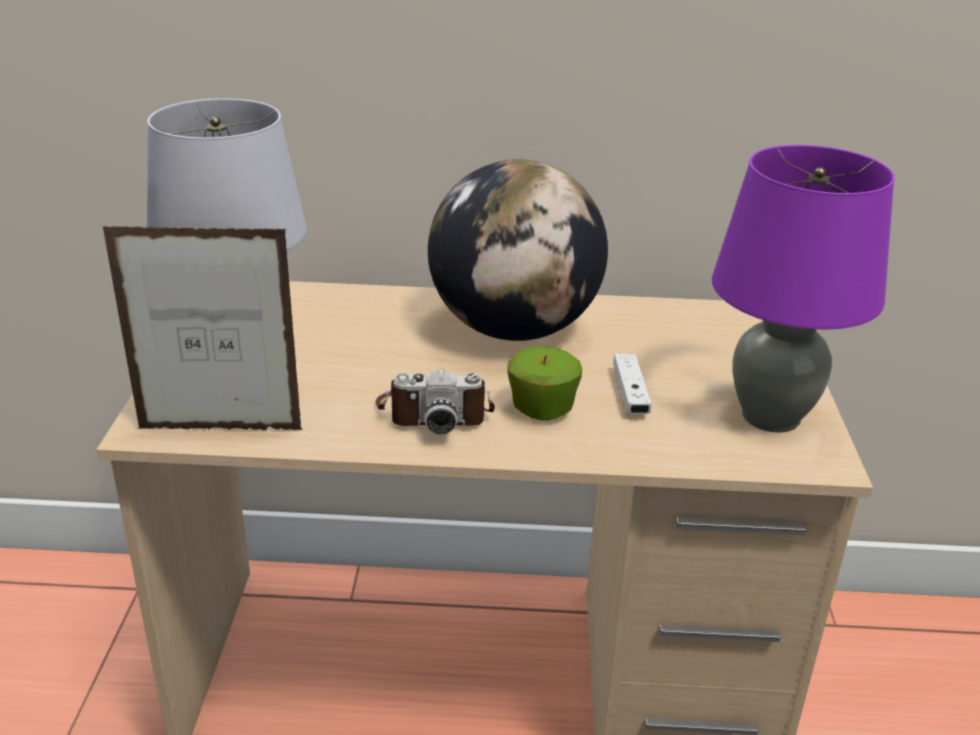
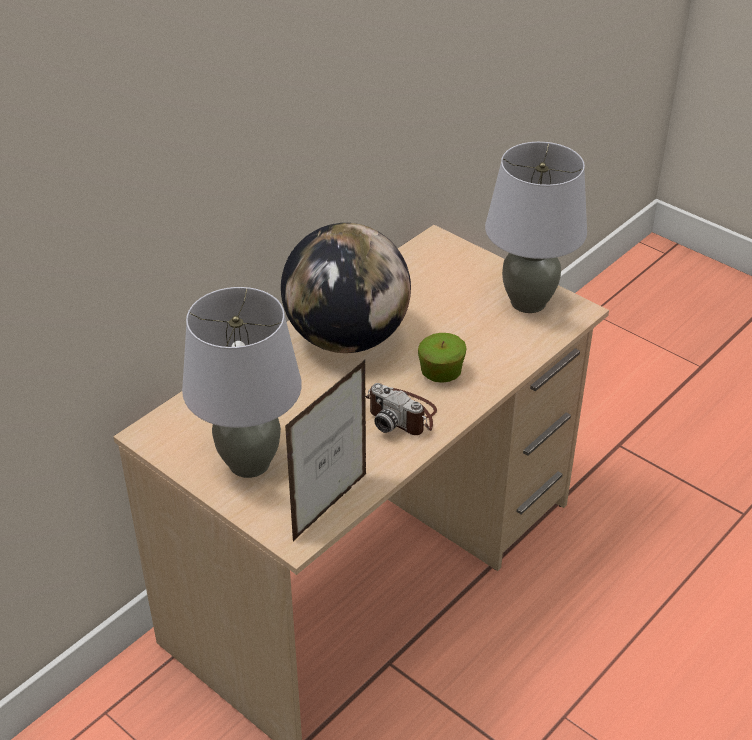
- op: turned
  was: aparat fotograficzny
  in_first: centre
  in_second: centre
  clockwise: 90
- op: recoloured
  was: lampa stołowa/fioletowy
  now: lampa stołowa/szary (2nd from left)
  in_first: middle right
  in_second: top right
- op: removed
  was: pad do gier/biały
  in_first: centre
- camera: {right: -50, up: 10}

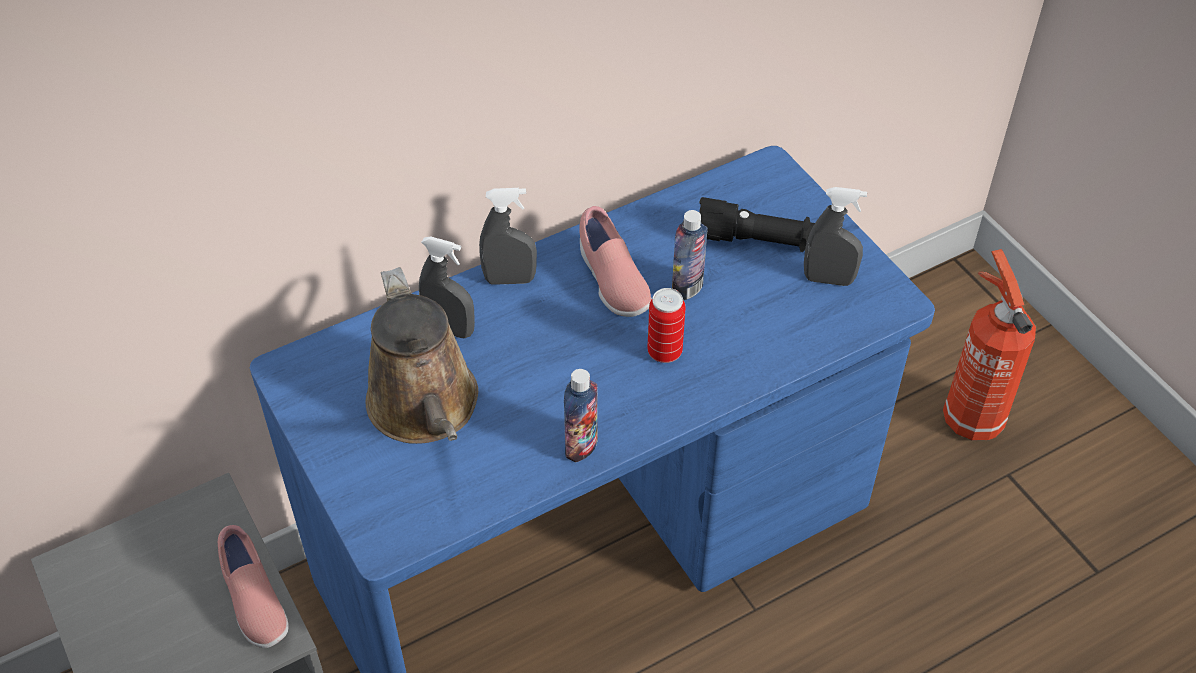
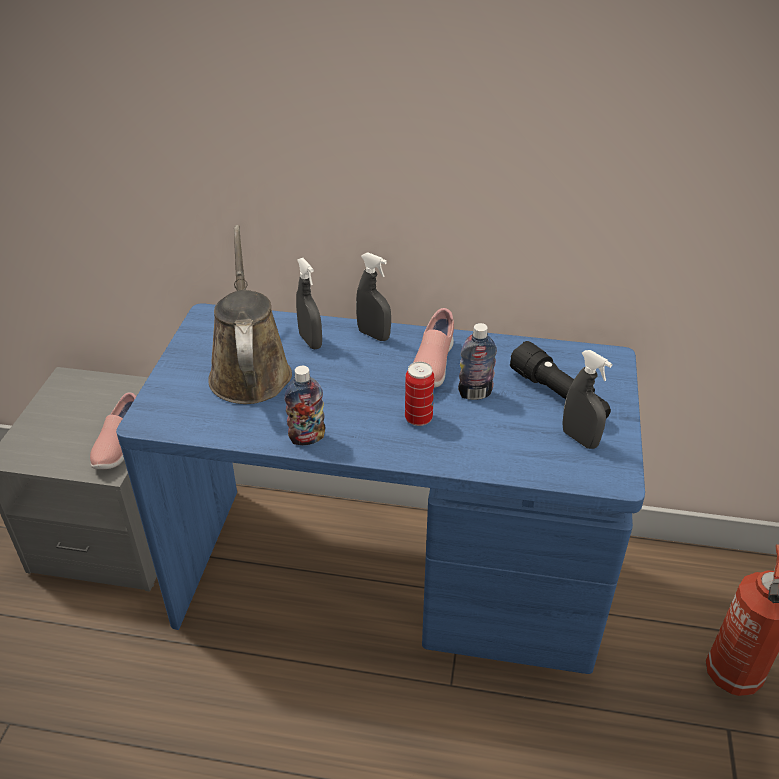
- op: turned
  was: konewka/brązowy
  in_first: centre
  in_second: middle left
  clockwise: 150
- camera: {right: 40, up: -10}

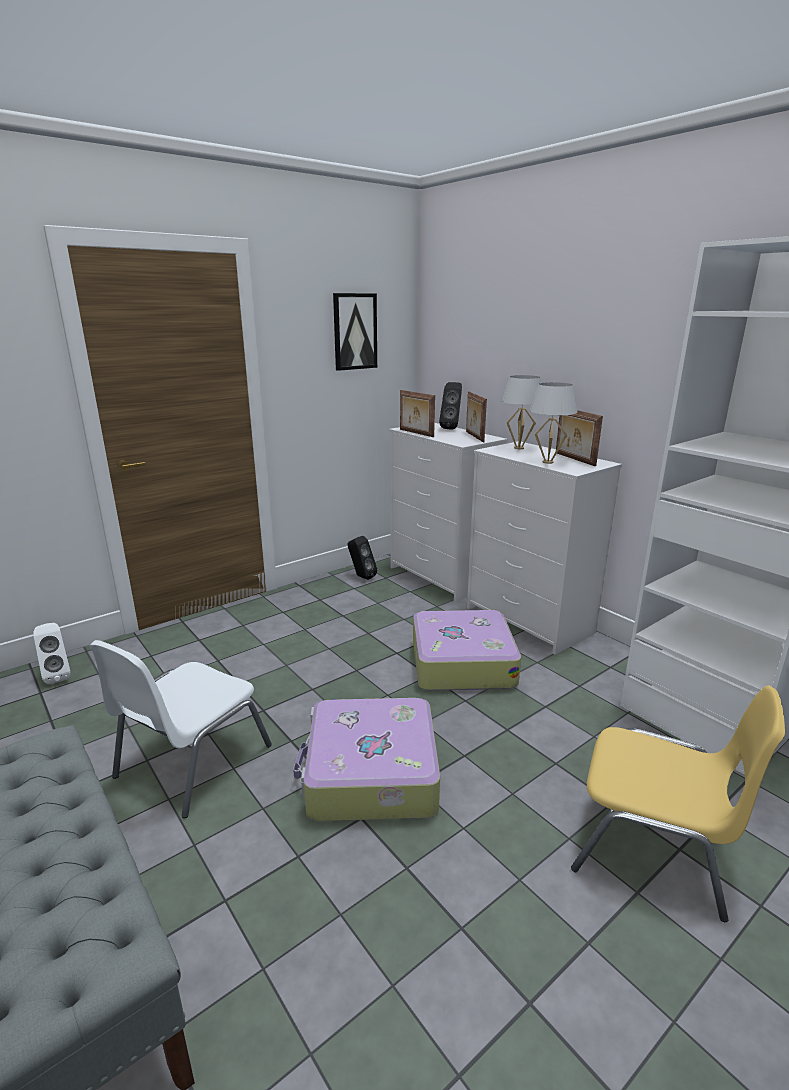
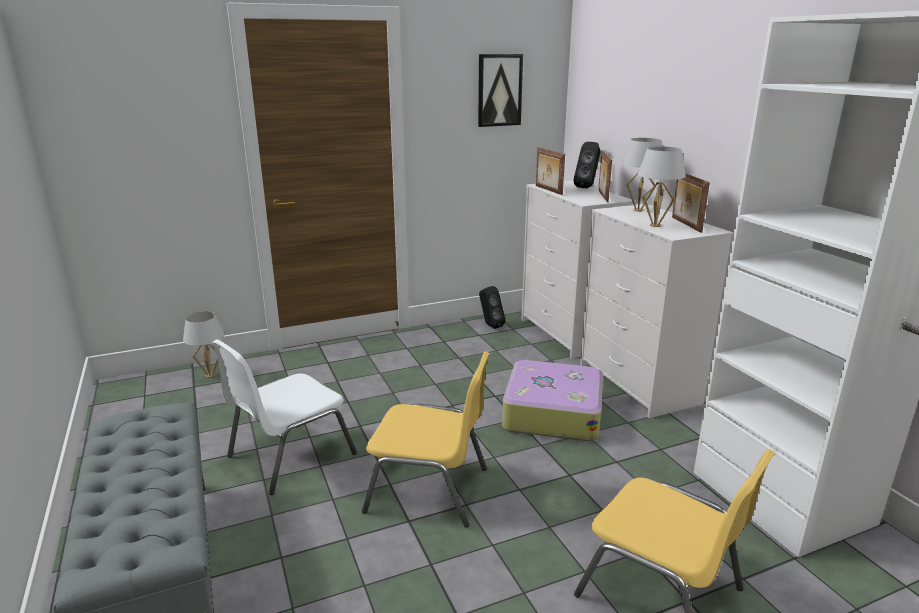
- op: replaced
  was: głośnik/biały
  now: lampa stołowa/biały (1st from left)
  in_first: middle left
  in_second: middle left
- op: replaced
  was: walizka (1st from left)
  now: krzesło/żółty (1st from left)
  in_first: bottom centre
  in_second: bottom centre
- camera: {right: 15, up: 0}

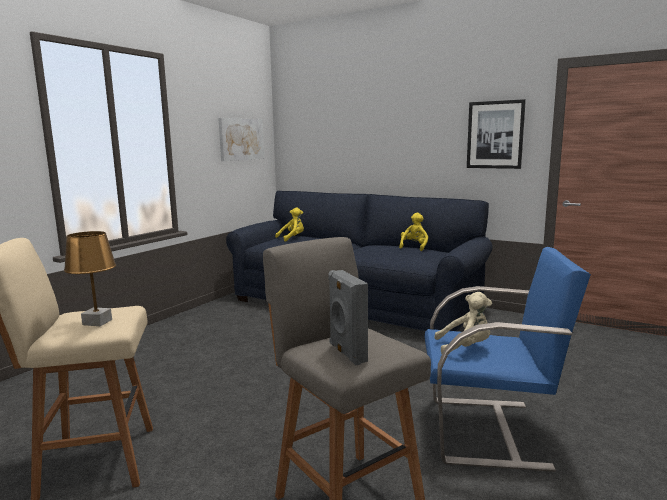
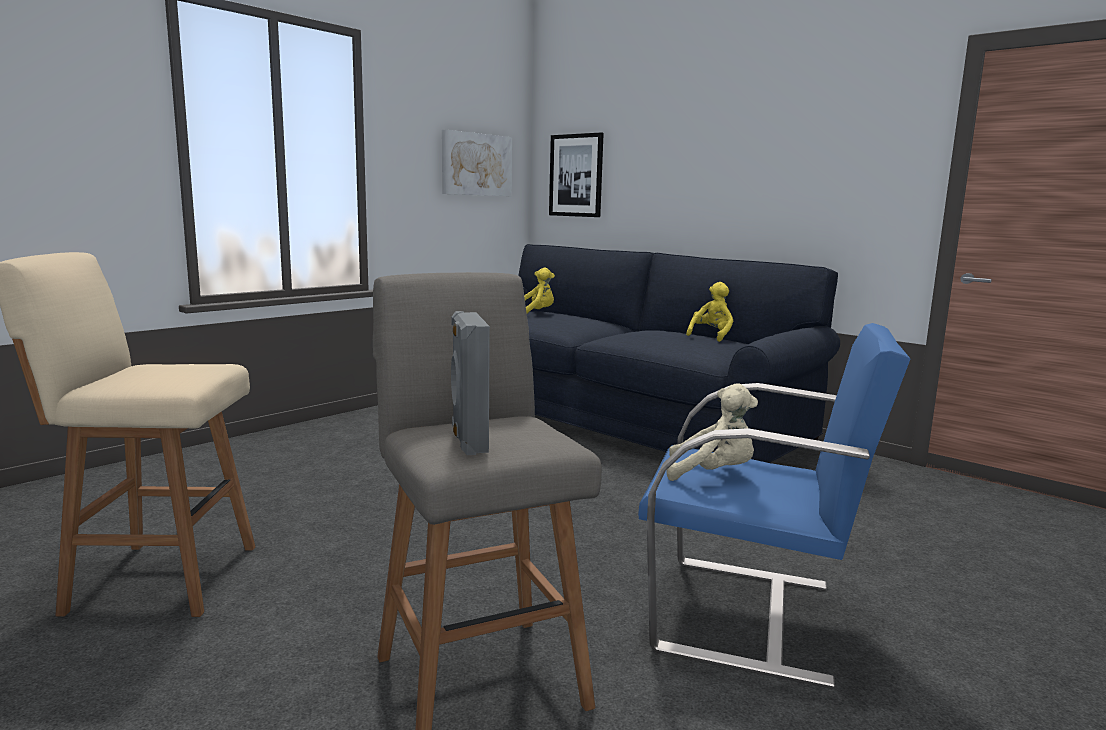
- op: moved
  was: obraz (2nd from left)
  in_first: top right
  in_second: top centre
- op: removed
  was: lampa stołowa/brązowy
  in_first: middle left
- camera: {right: 10, up: 0}

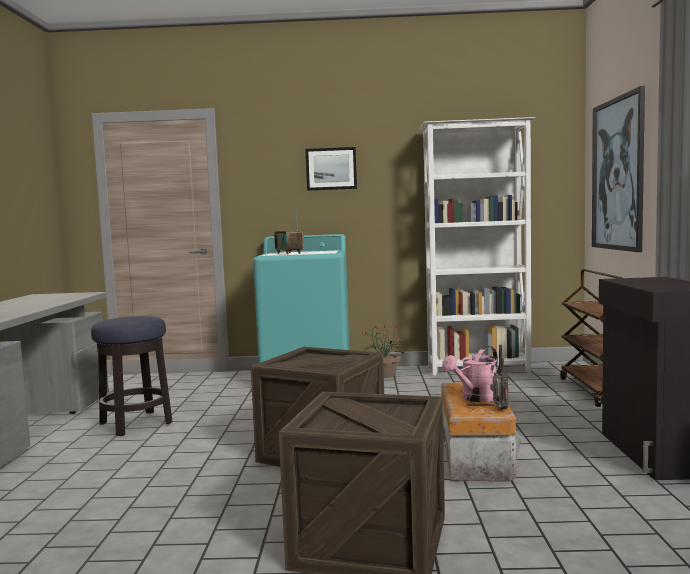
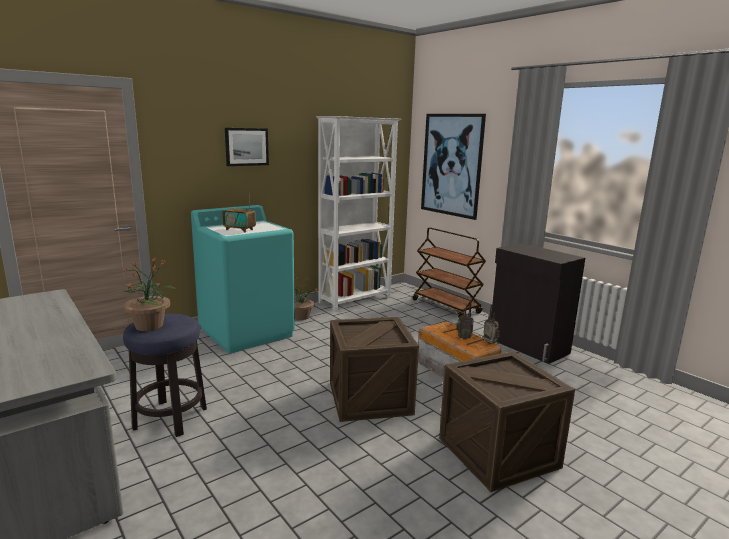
- op: added
  now: roślina doniczkowa (1st from left)
  in_second: middle left
- op: replaced
  was: konewka/różowy
  now: radio (2nd from left)
  in_first: middle right
  in_second: centre
- camera: {right: -40, up: 10}

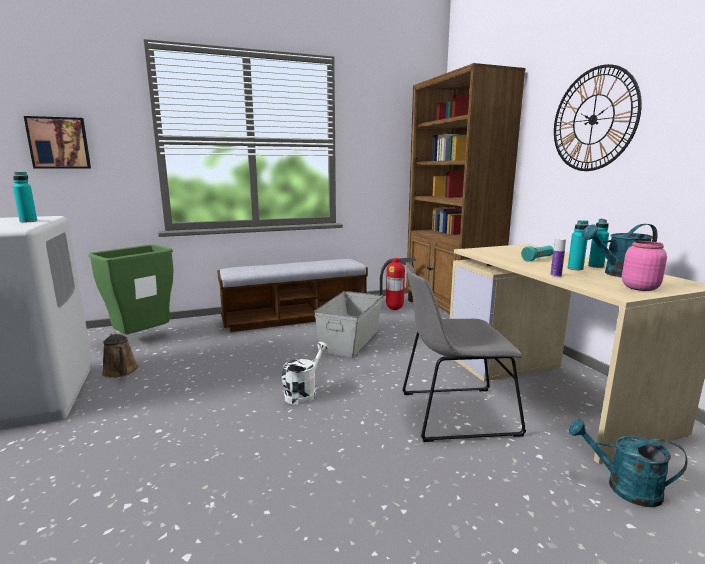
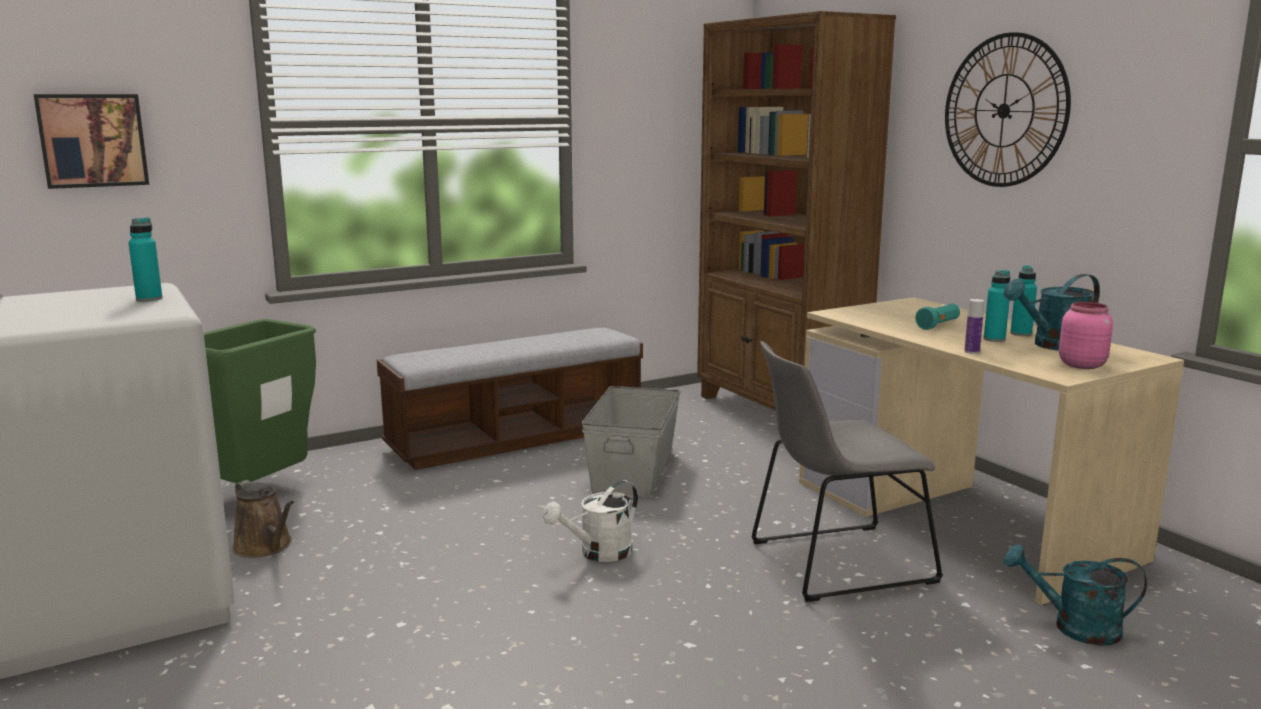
- op: turned
  was: konewka/biały
  in_first: centre
  in_second: bottom centre
  clockwise: -150
- op: removed
  was: gaśnica
  in_first: centre
- camera: {right: -10, up: 0}

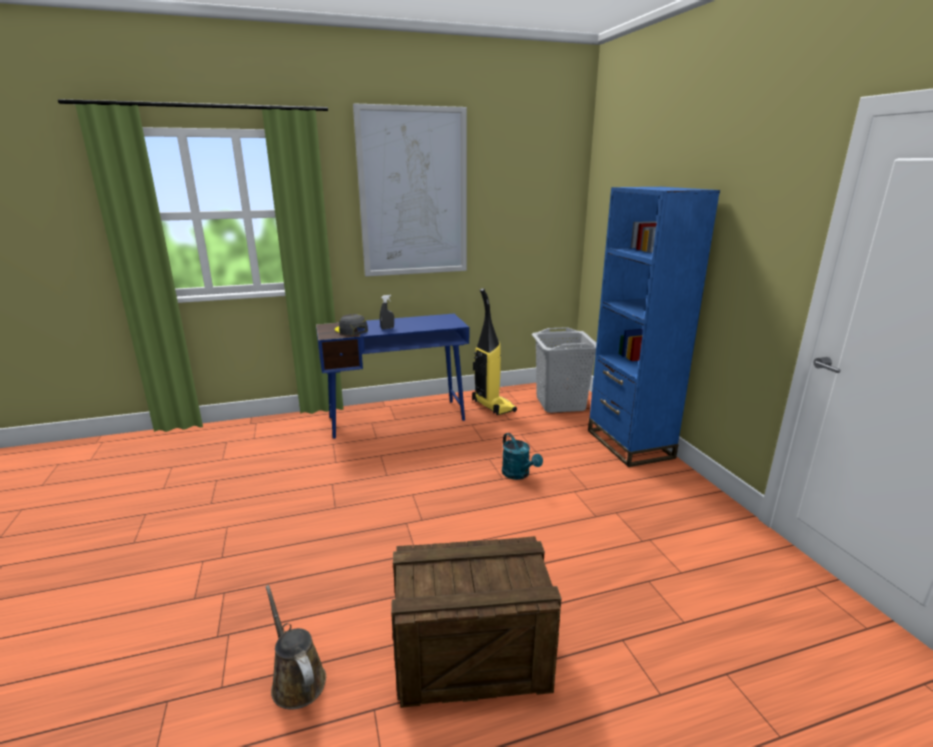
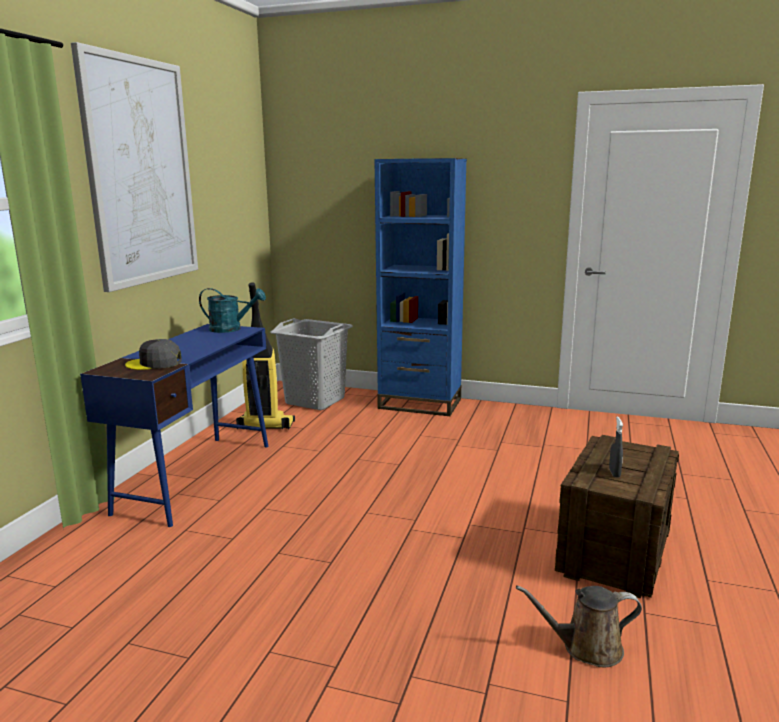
- op: moved
  was: konewka/turkusowy
  in_first: centre
  in_second: middle left
- op: moved
  was: spryskiwacz/szary
  in_first: centre
  in_second: middle right
- camera: {right: -55, up: -5}

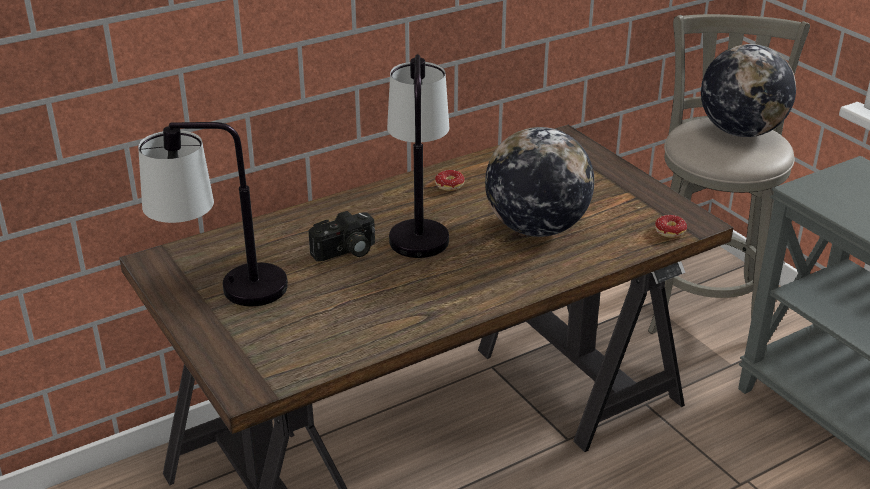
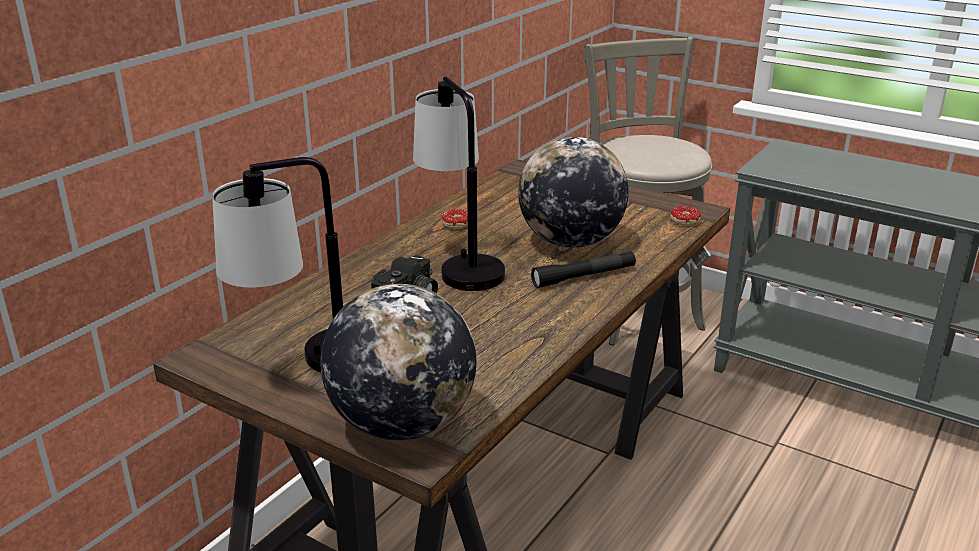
- op: moved
  was: globus (2nd from left in the first image)
  now: globus (1st from left)
  in_first: top right
  in_second: centre
- op: added
  now: latarka/czarny
  in_second: centre
- camera: {right: -25, up: -5}

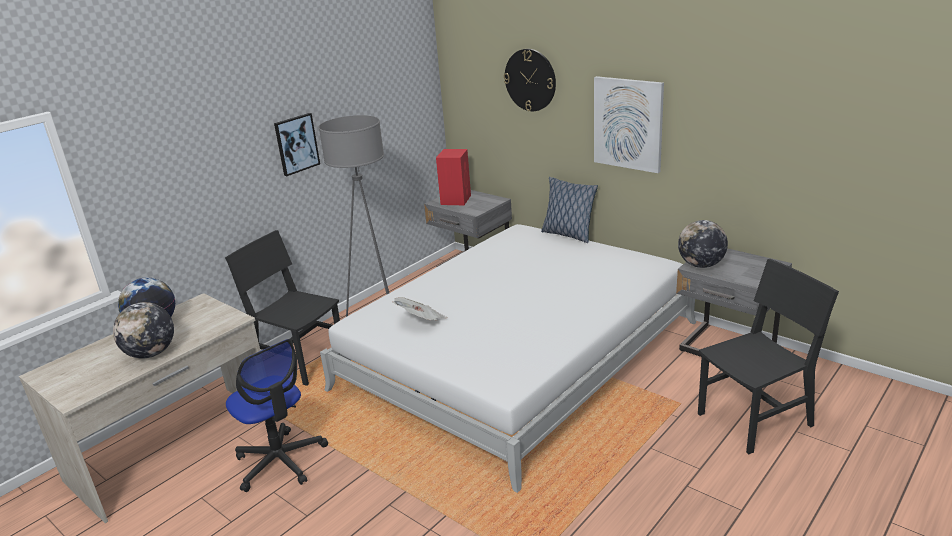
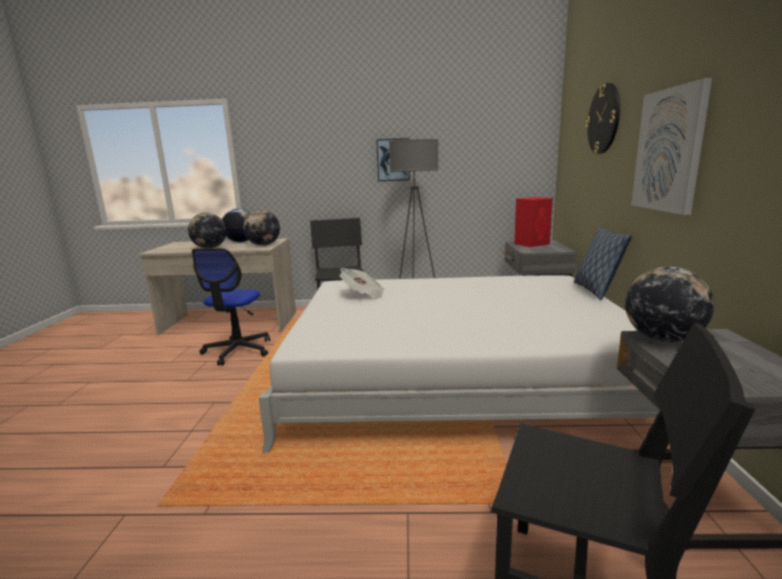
- op: added
  now: globus (3rd from left)
  in_second: centre
- camera: {right: 50, up: -10}

